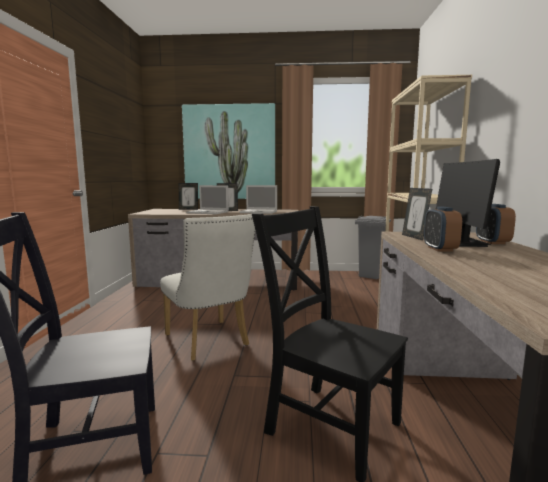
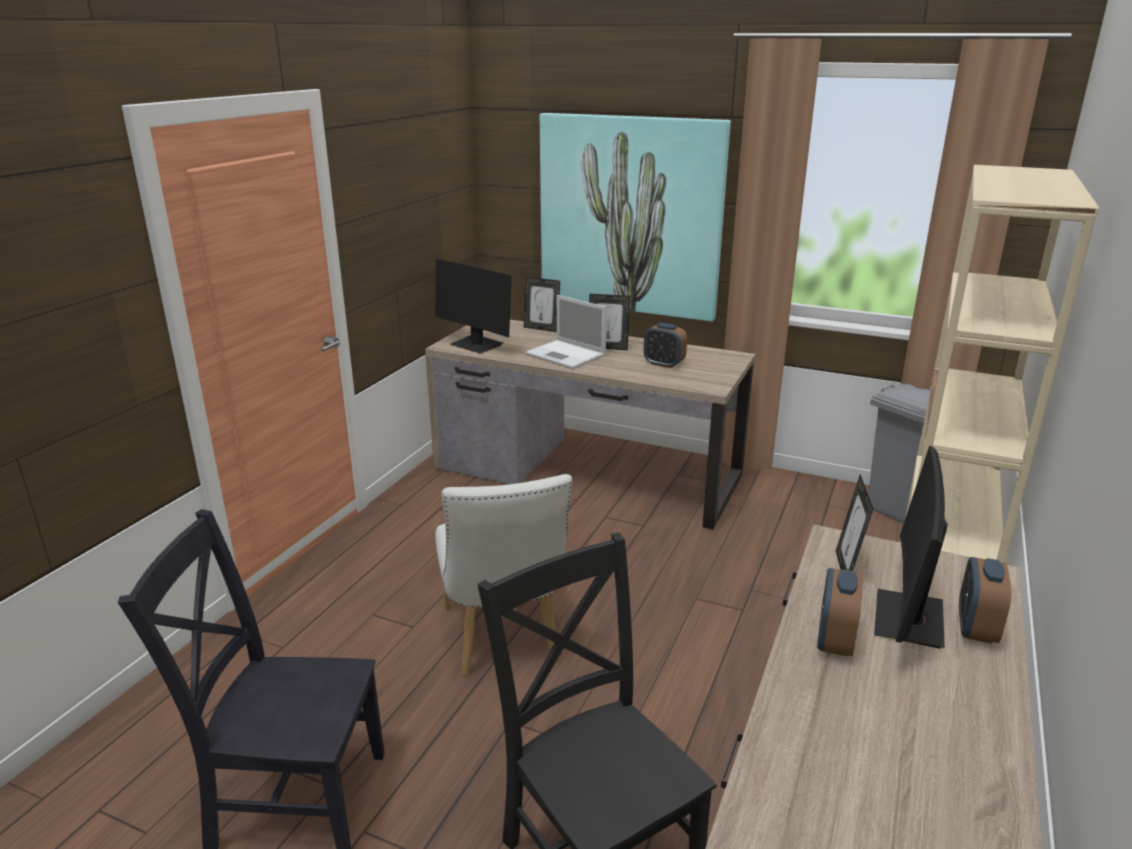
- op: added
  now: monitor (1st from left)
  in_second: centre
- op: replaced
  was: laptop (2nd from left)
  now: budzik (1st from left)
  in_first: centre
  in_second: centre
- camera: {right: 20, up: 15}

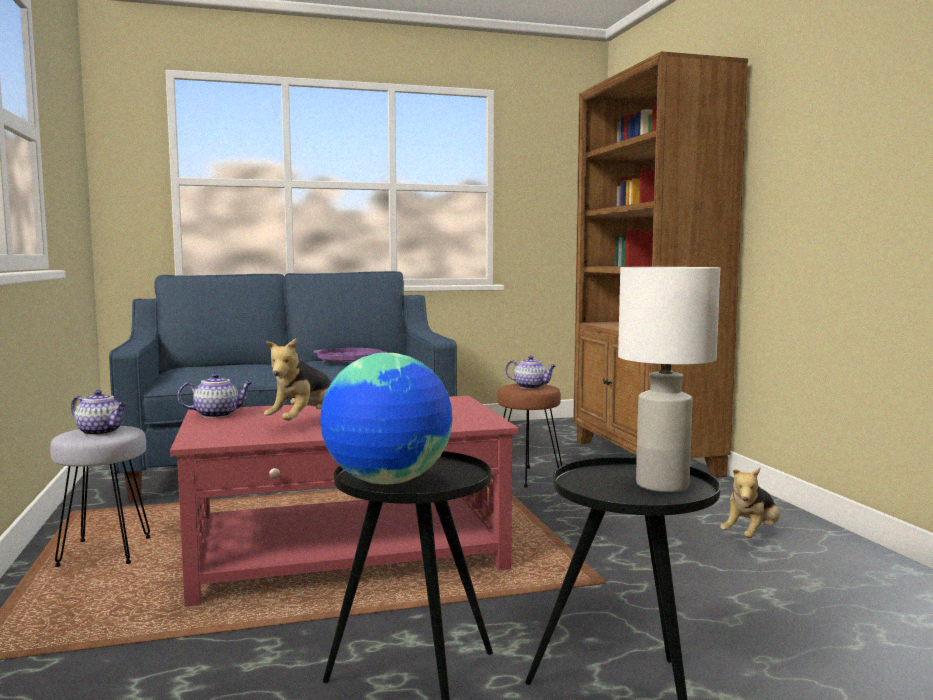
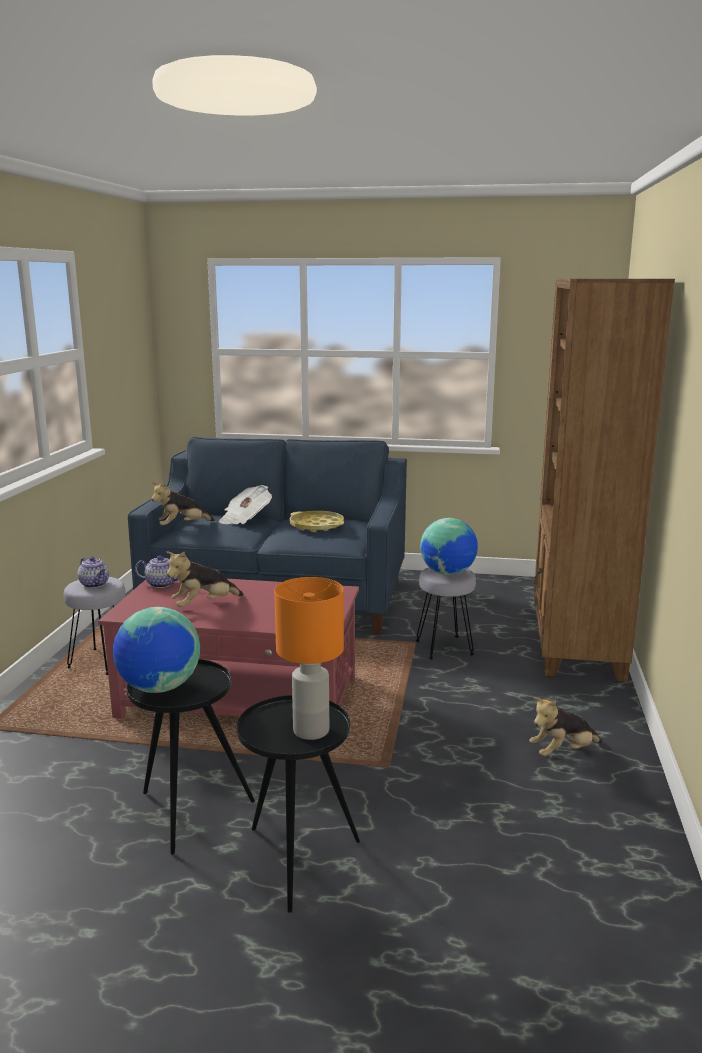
- op: added
  now: pluszak (1st from left)
  in_second: middle left
- op: added
  now: gazeta
  in_second: centre
- op: recoloured
  was: lampa stołowa/biały
  now: lampa stołowa/pomarańczowy
  in_first: middle right
  in_second: centre
- op: recoloured
  was: taca/fioletowy
  now: taca/żółty
  in_first: centre
  in_second: centre
- op: recoloured
  was: stołek/brązowy
  now: stołek/szary (2nd from left)
  in_first: centre
  in_second: centre
- op: replaced
  was: imbryk (3rd from left)
  now: globus (2nd from left)
  in_first: centre
  in_second: centre
- camera: {right: 25, up: 10}

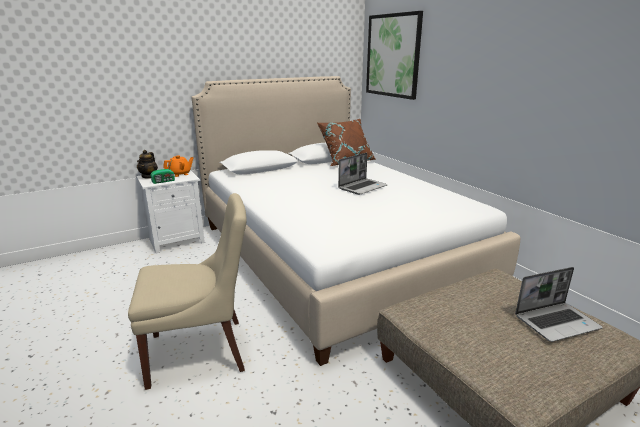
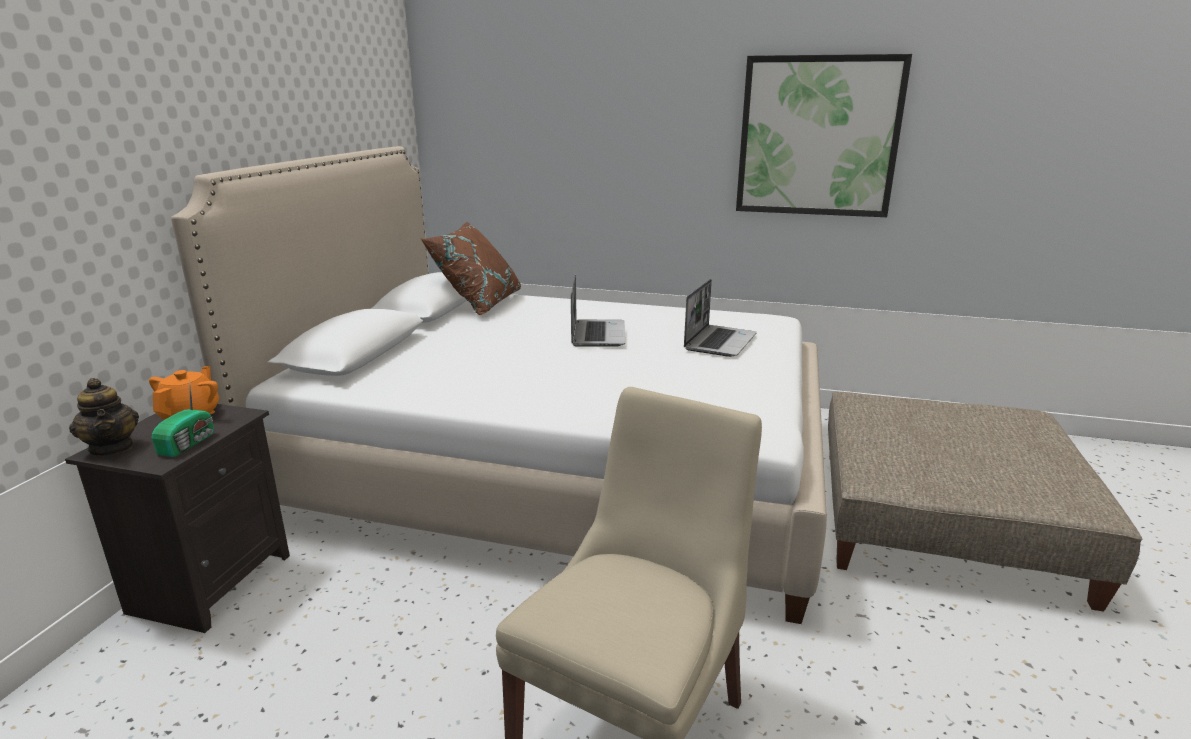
- op: recoloured
  was: szafka nocna/biały
  now: szafka nocna/czarny
  in_first: middle left
  in_second: bottom left
- op: moved
  was: laptop (2nd from left)
  in_first: bottom right
  in_second: centre
- op: moved
  was: obraz
  in_first: top centre
  in_second: top right
- camera: {right: -45, up: 0}

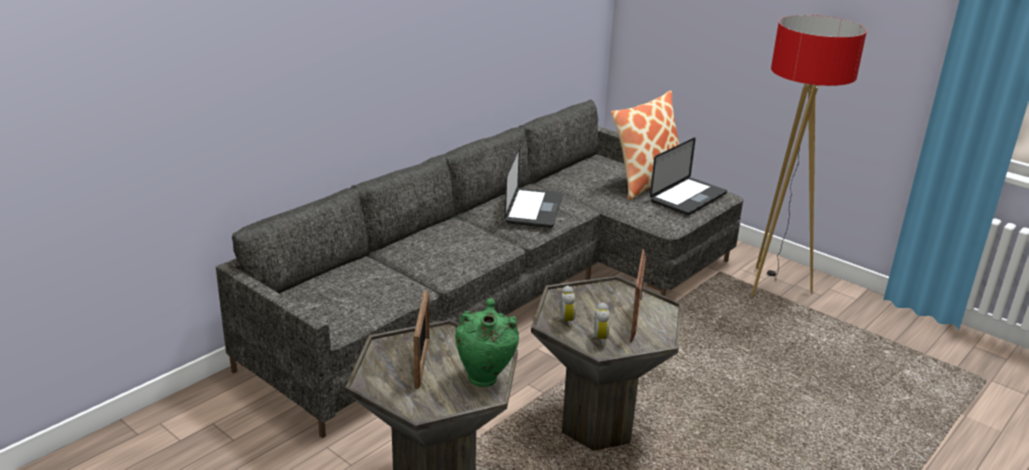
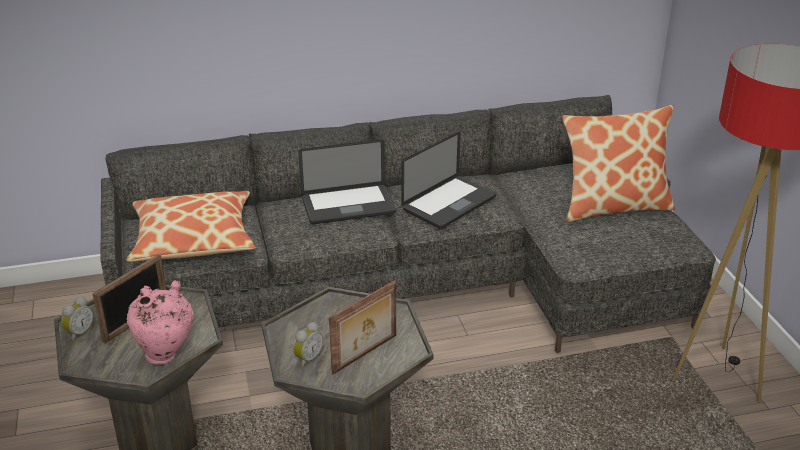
- op: moved
  was: budzik (1st from left)
  in_first: centre
  in_second: bottom left
- op: added
  now: poduszka (1st from left)
  in_second: middle left
- op: recoloured
  was: wazon/zielony
  now: wazon/różowy
  in_first: bottom centre
  in_second: bottom left
- op: moved
  was: laptop (2nd from left in the first image)
  now: laptop (1st from left)
  in_first: middle right
  in_second: centre
- camera: {right: 35, up: 5}

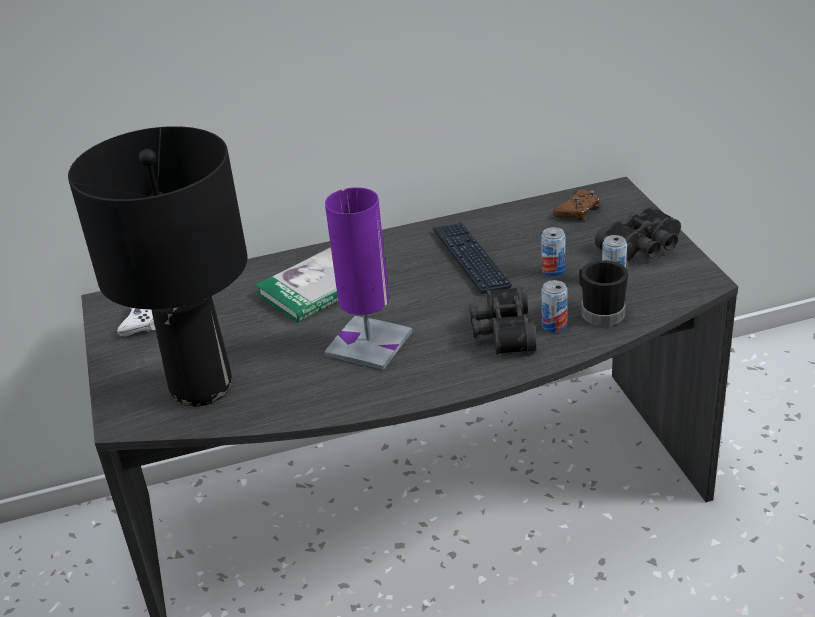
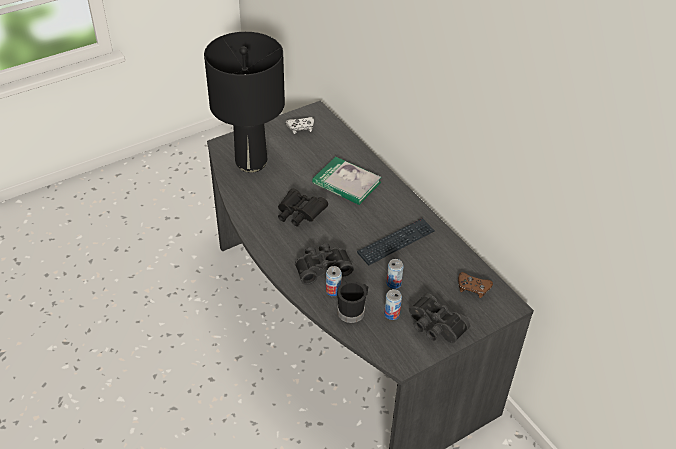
- op: replaced
  was: lampa stołowa/fioletowy
  now: lornetka/czarny (1st from left)
  in_first: centre
  in_second: centre
- camera: {right: 70, up: 10}

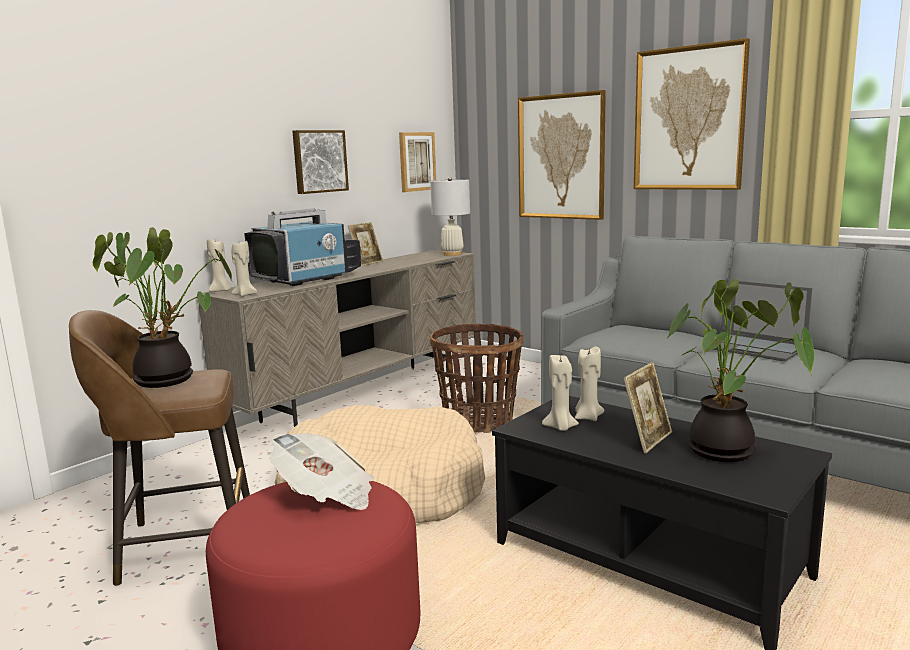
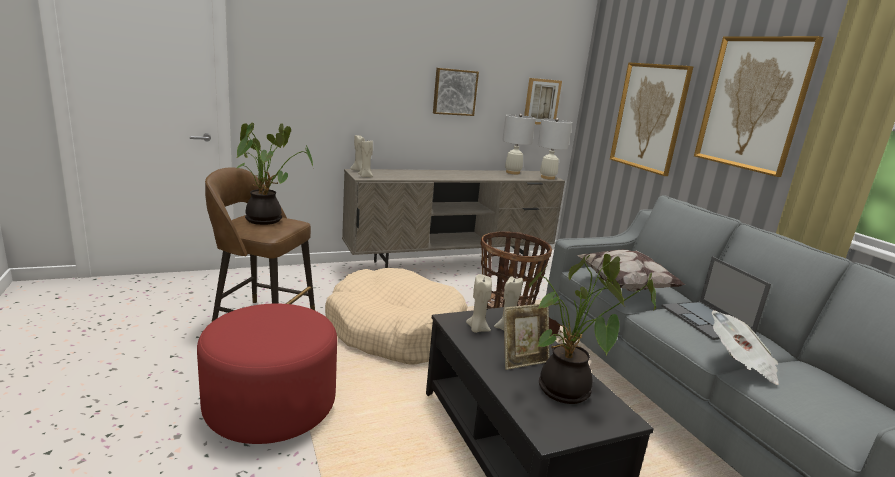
- op: added
  now: lampa stołowa/biały (1st from left)
  in_second: top centre
- op: added
  now: poduszka
  in_second: middle right
- op: moved
  was: gazeta
  in_first: bottom centre
  in_second: bottom right
- op: removed
  was: telewizor
  in_first: middle left
- op: removed
  was: ramka na zdjęcie (1st from left)
  in_first: centre
- camera: {right: 25, up: 5}

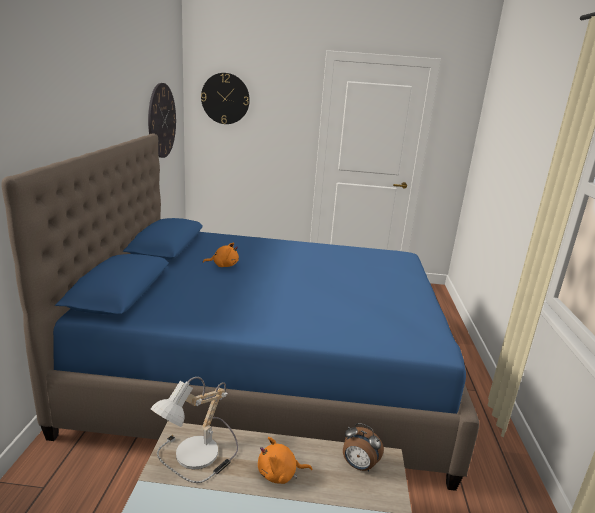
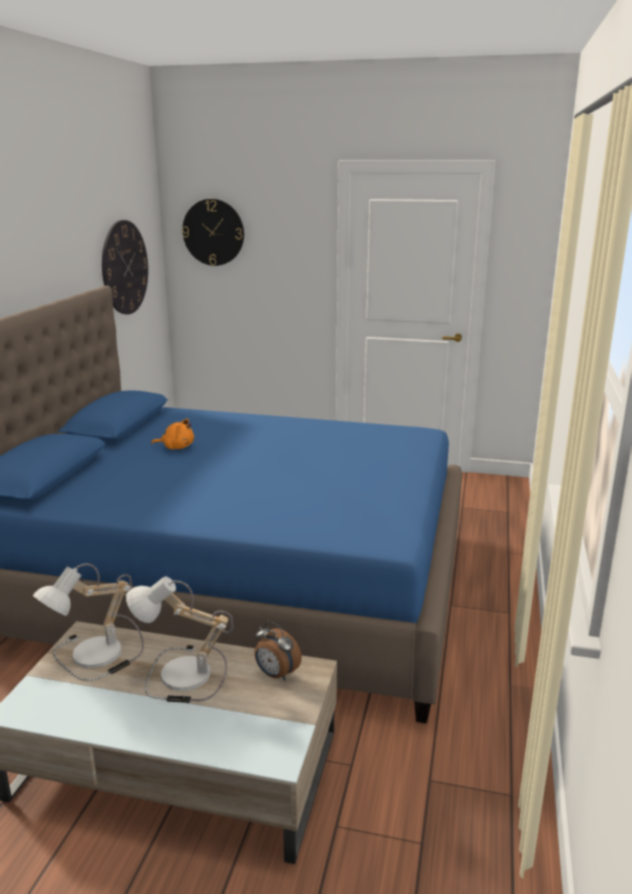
- op: replaced
  was: pluszak/pomarańczowy (2nd from left)
  now: lampa stołowa (2nd from left)
  in_first: bottom centre
  in_second: bottom left
- camera: {right: 10, up: 0}

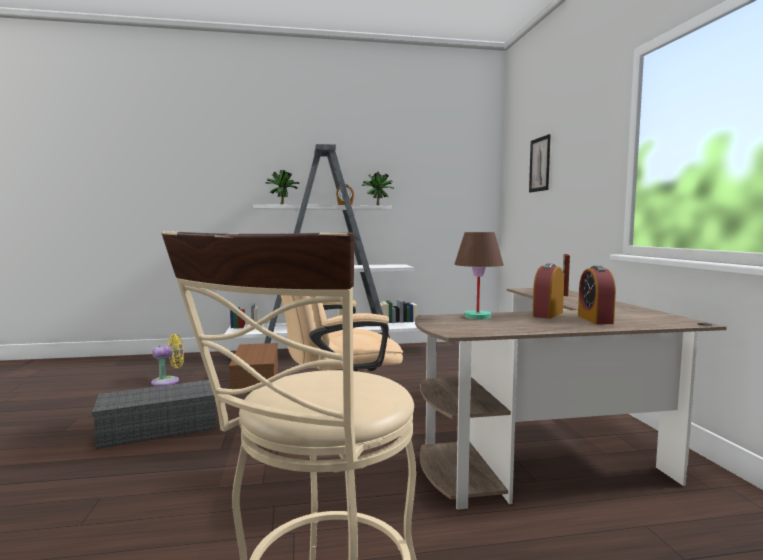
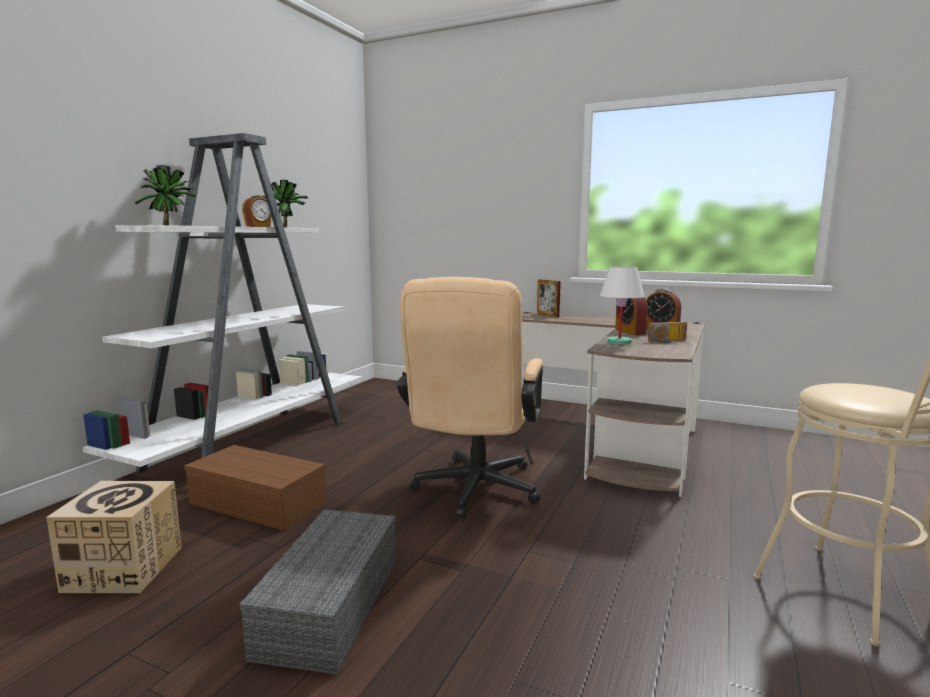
- op: replaced
  was: wentylator/żółty
  now: karton
  in_first: middle left
  in_second: bottom left
- op: recoloured
  was: lampa stołowa/brązowy
  now: lampa stołowa/biały
  in_first: centre
  in_second: middle right
- op: added
  now: radio
  in_second: middle right
- op: removed
  was: obraz
  in_first: top right
- camera: {right: -55, up: 5}

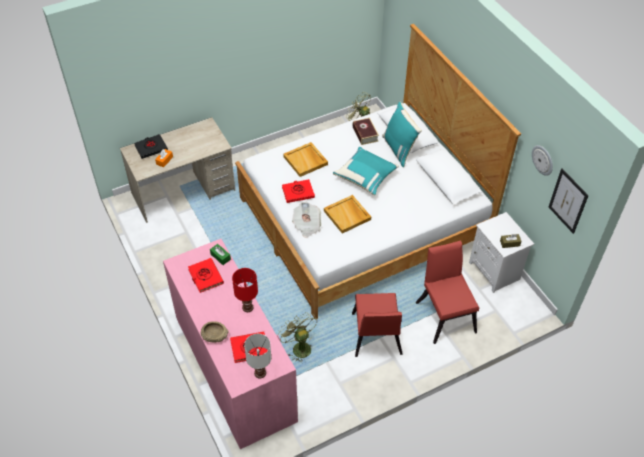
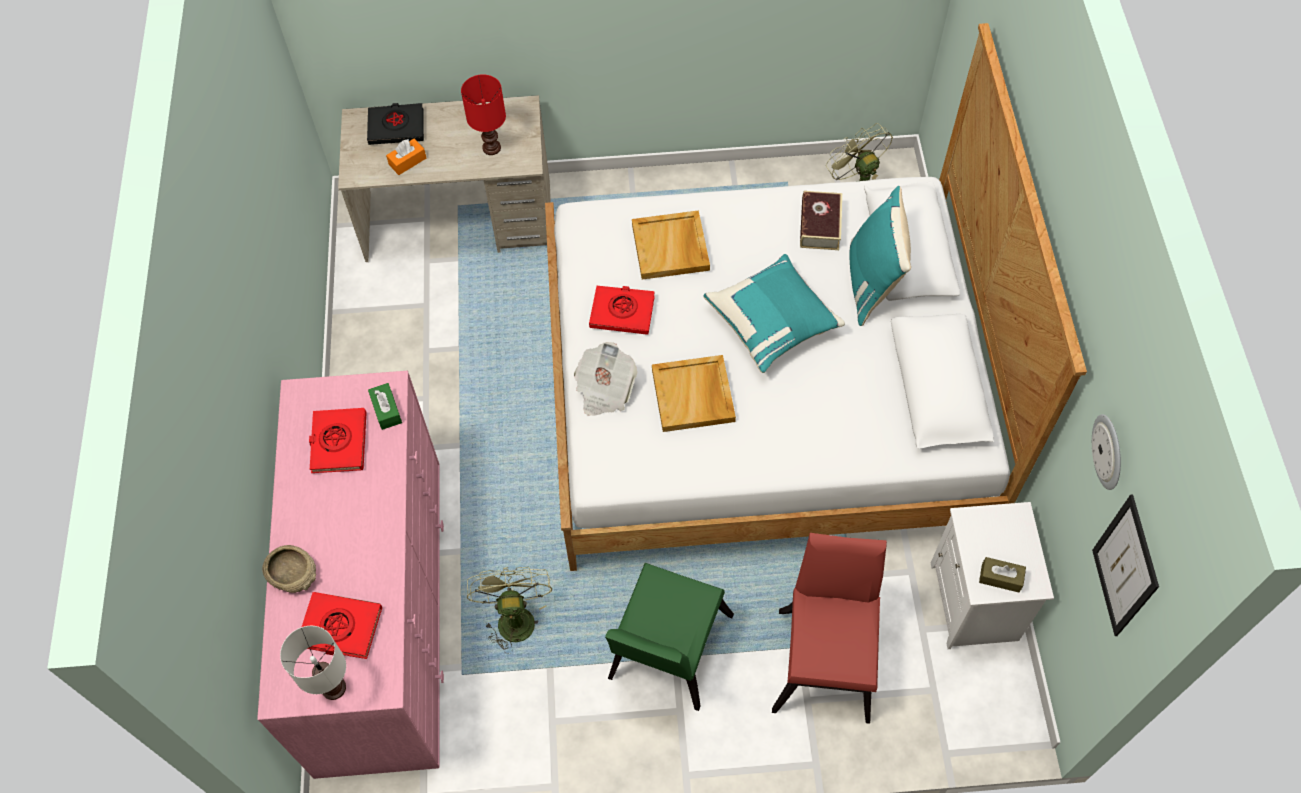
- op: moved
  was: lampa stołowa/czerwony
  in_first: centre
  in_second: top centre
- op: recoloured
  was: krzesło/czerwony (1st from left)
  now: krzesło/zielony
  in_first: bottom centre
  in_second: bottom centre
- camera: {right: 25, up: 10}

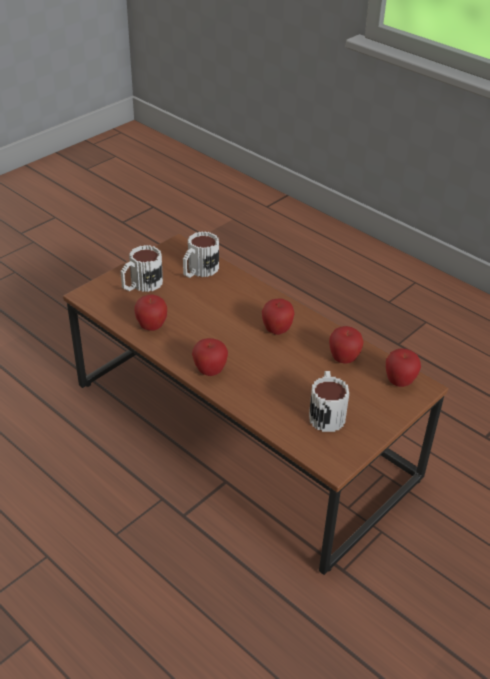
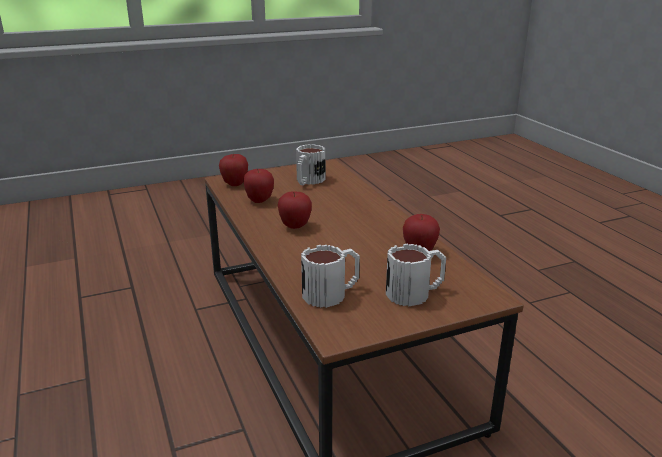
- op: removed
  was: jabłko (2nd from left)
  in_first: centre
- camera: {right: -155, up: -15}

